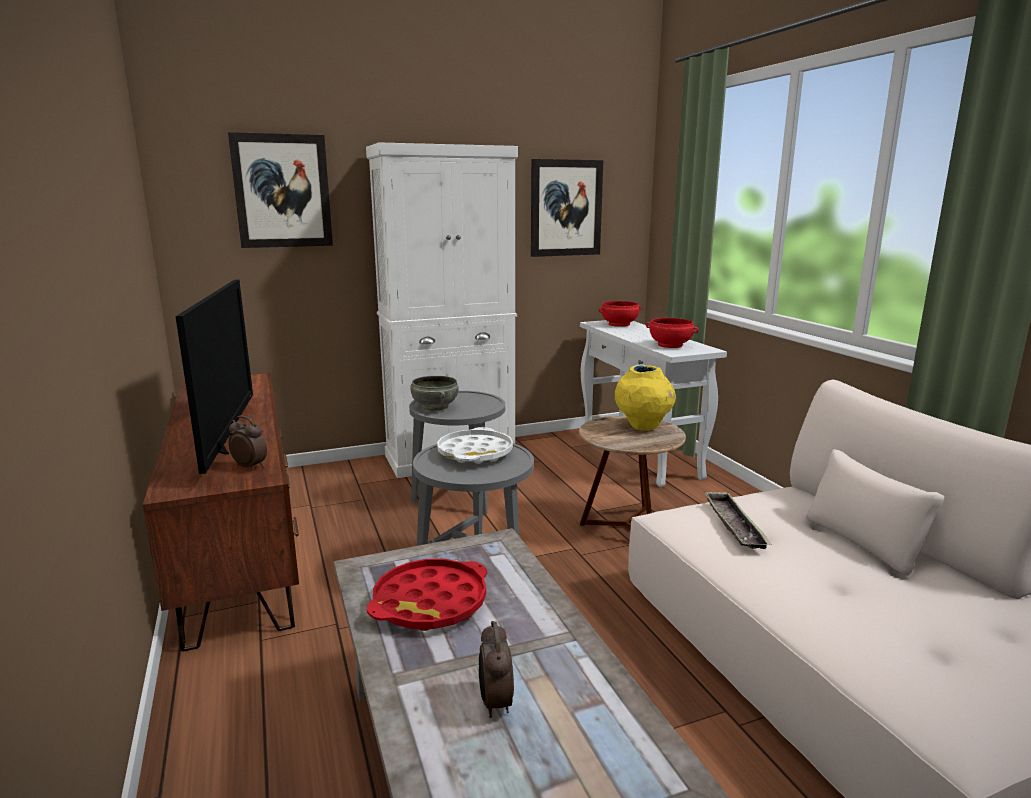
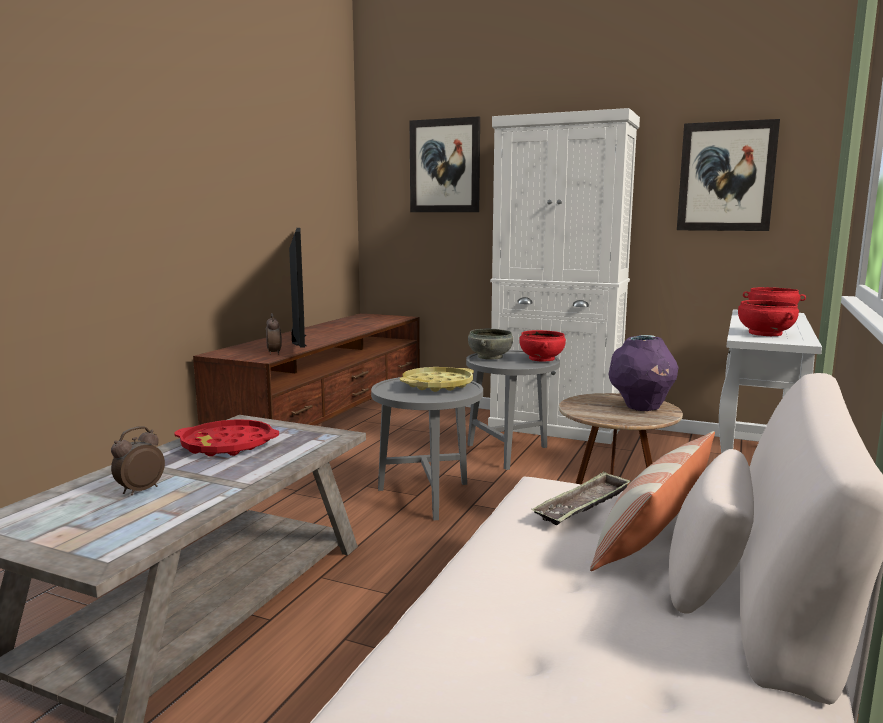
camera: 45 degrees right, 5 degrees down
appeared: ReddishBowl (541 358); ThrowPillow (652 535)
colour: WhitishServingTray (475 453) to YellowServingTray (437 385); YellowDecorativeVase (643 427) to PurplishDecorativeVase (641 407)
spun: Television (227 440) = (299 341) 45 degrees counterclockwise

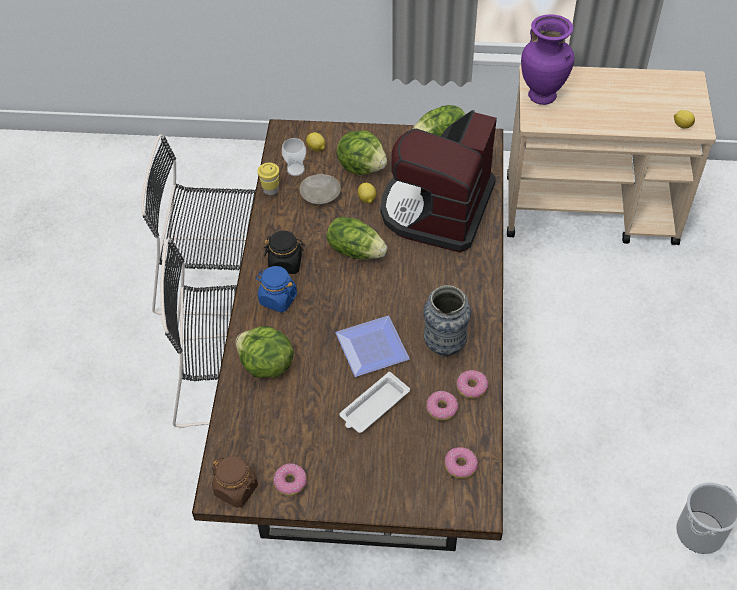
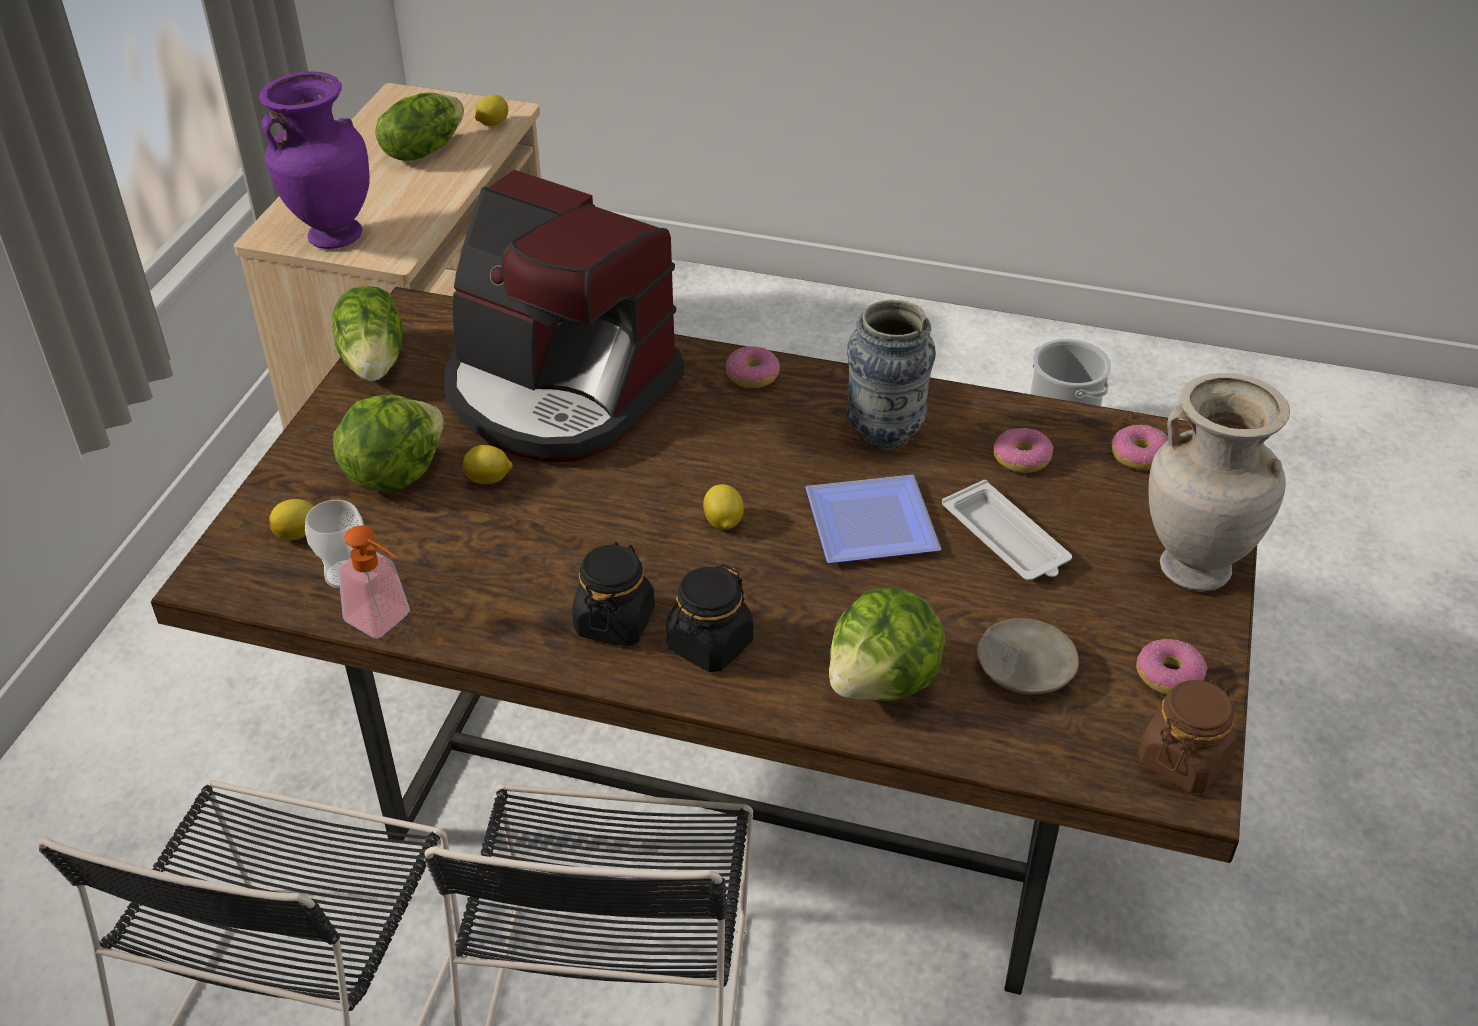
camera: 80 degrees left, 10 degrees down
appeared: WholeLemon (723 523); SandColouredDecorativeVase (1194 568)
relocated: LettuceHead (356 250) to (422 150); Donut (471 388) to (752 375); SandColouredDinnerPlate (321 194) to (1024 668)
exchanged: YellowCup (270 190) to SoapBottle (385 622)
colour: BlueStorageJar (277 299) to BlackStorageJar (709 645)

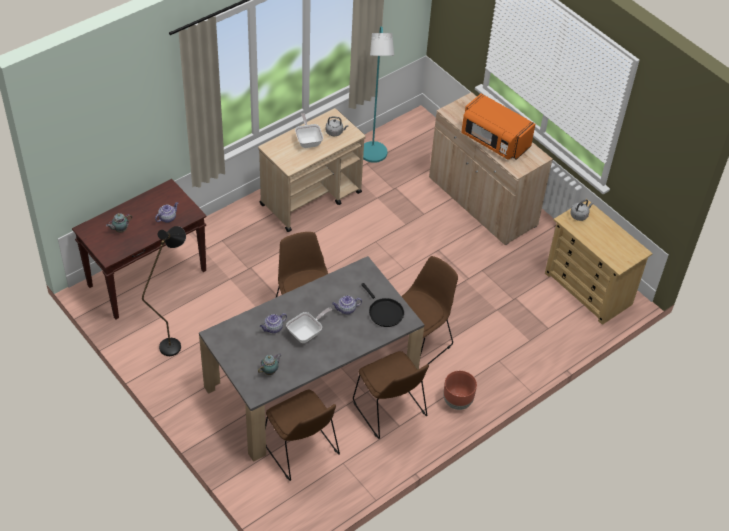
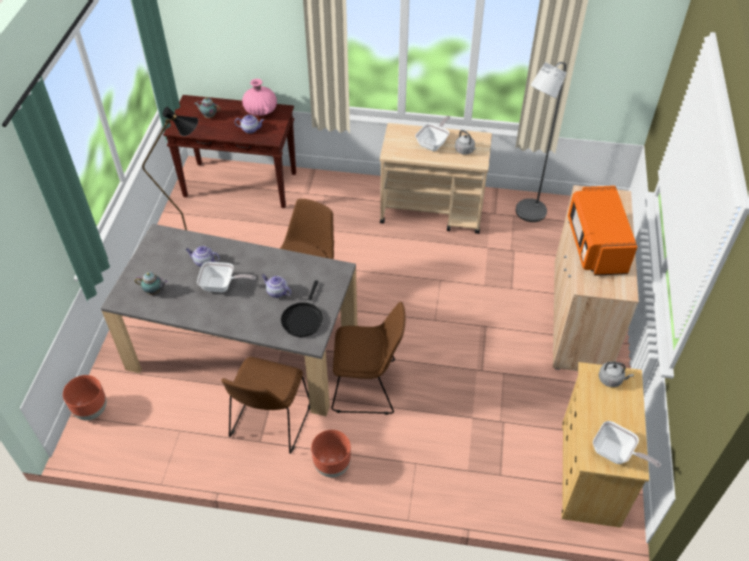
camera: 50 degrees right, 0 degrees up
missing: BrownColouredPlainChair (302 450)
appeared: BrownColouredPlantPot (91 410); PinkishDecorativeVase (260 111); FryingPan (616 454)
colour: BlueGreenStandingLamp (373 156) to GrayStandingLamp (527 214)

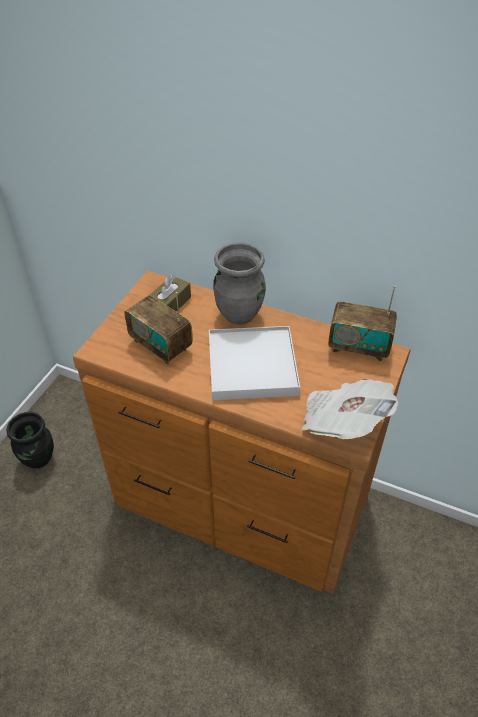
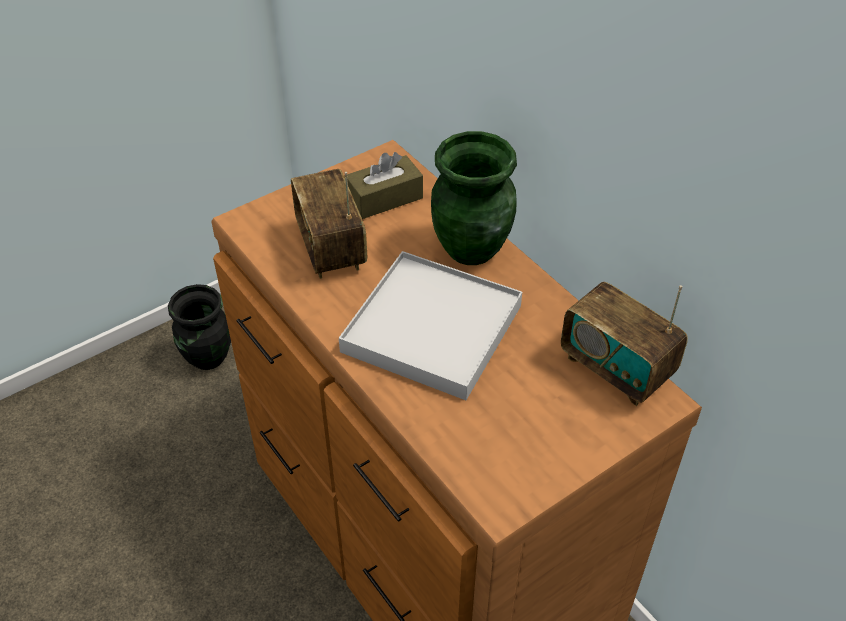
camera: 30 degrees right, 0 degrees up
missing: Newspaper (343 421)
colour: GrayDecorativeVase (239 314) to GreenishDecorativeVase (472 248)

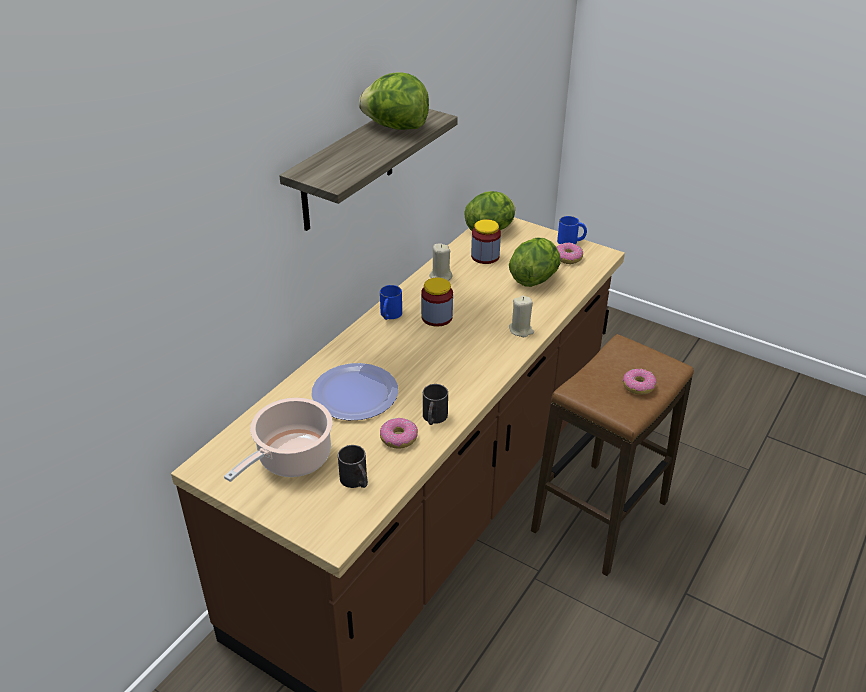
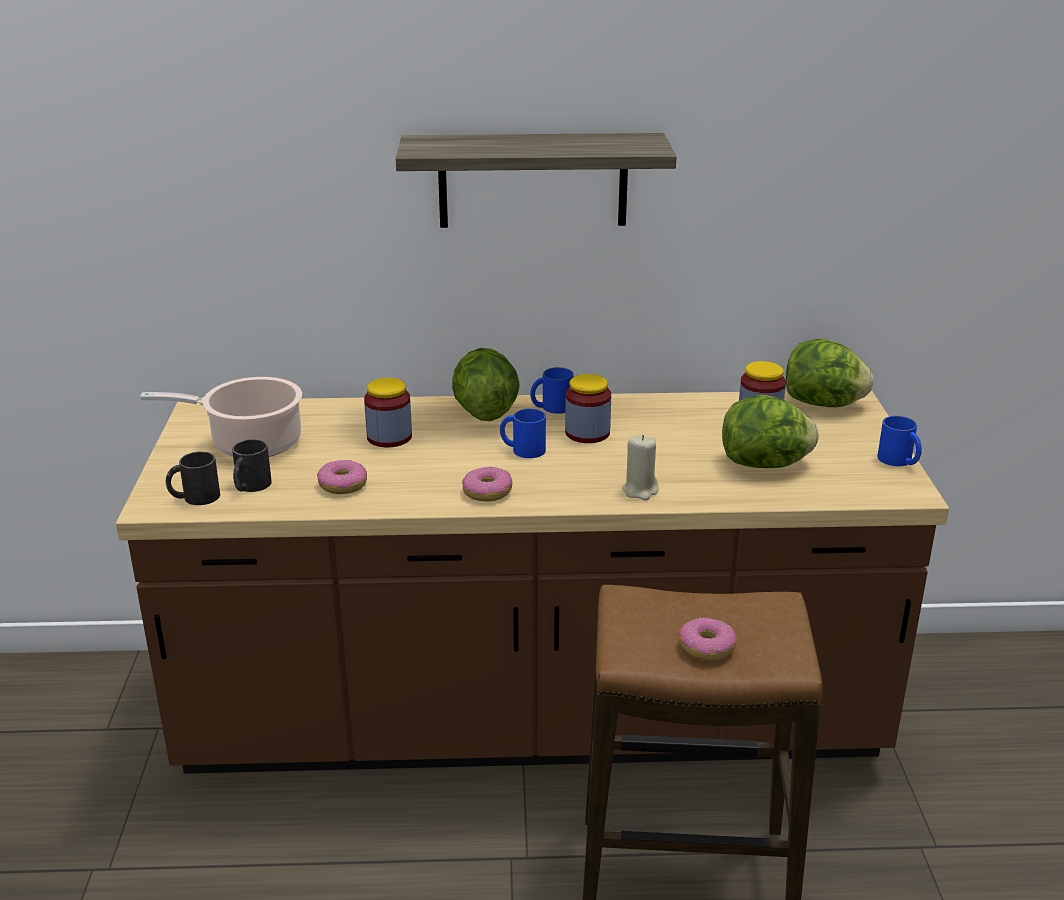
camera: 55 degrees right, 10 degrees down
missing: SandColouredWaxCandle (440 276)
appeared: BlueTeaMug (522 449)
relocated: BlackTeaMug (433 418) to (194 497); LettuceHead (396 127) to (484 412); Donut (568 258) to (487 492)
exchanged: DinnerPlate (354 393) to StorageJar (389 437)

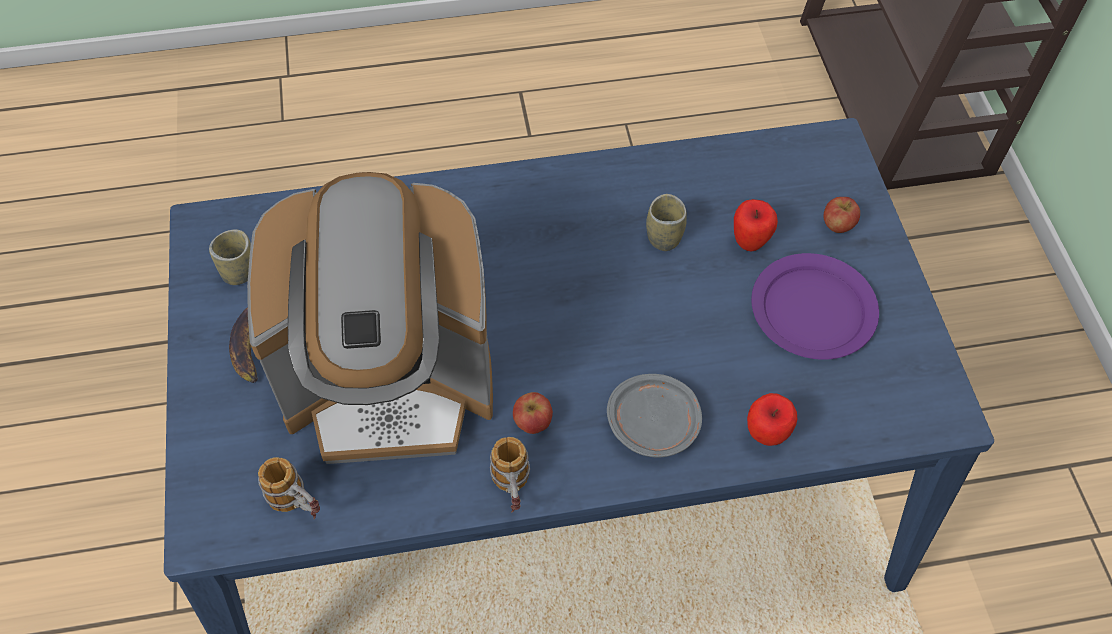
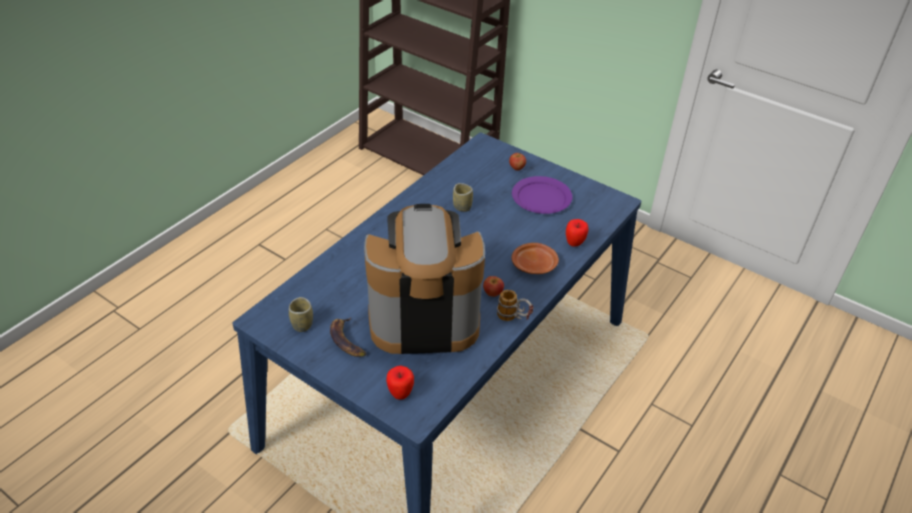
camera: 45 degrees left, 15 degrees down
missing: TeaMug (299 505)
relocated: AppleFruit (749 242) to (400 394)
colour: GrayDinnerPlate (654 423) to BrownColouredDinnerPlate (534 265)
spun: CoffeeMaker (392 385) = (423 318) 135 degrees counterclockwise

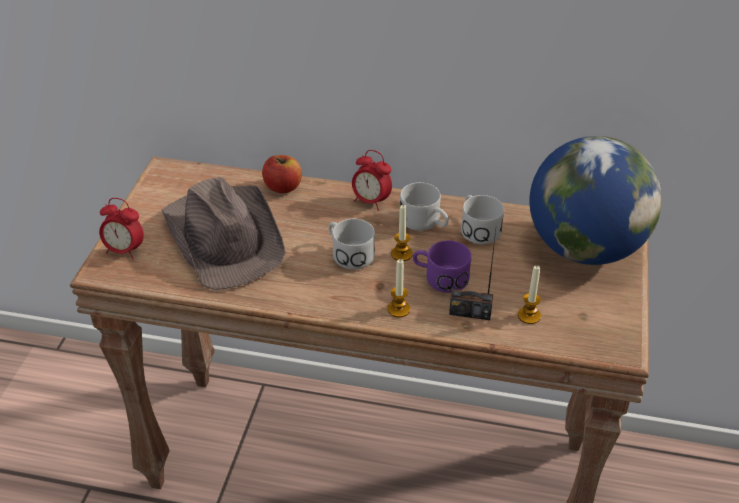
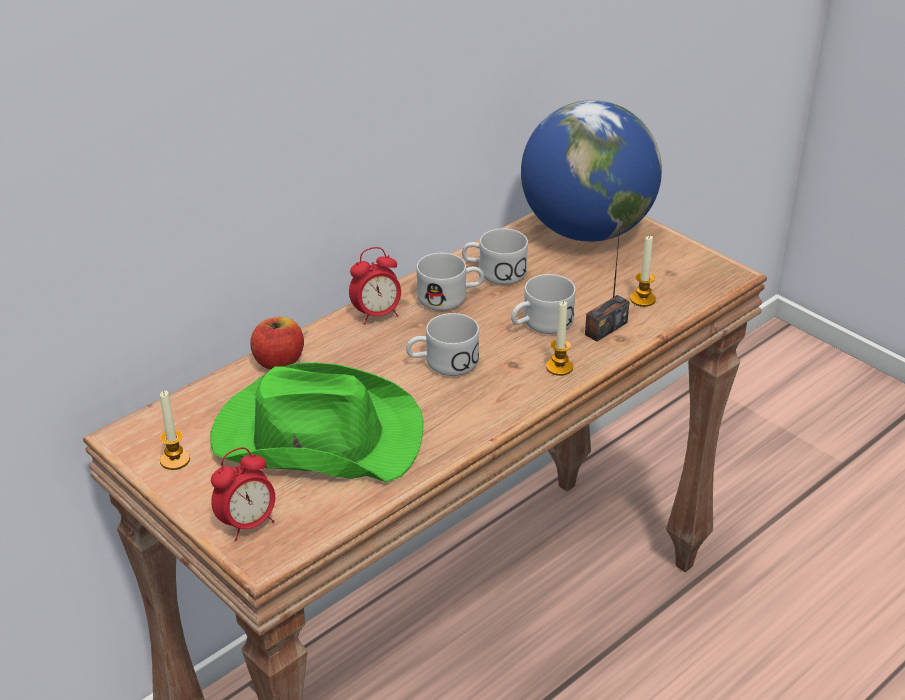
camera: 55 degrees left, 5 degrees down
relocated: WaxCandle (401 254) to (175 460)
colour: BrownColouredWearableHat (225 236) to GreenishWearableHat (315 435); PurplishTeaMug (439 277) to WhitishTeaMug (540 324)

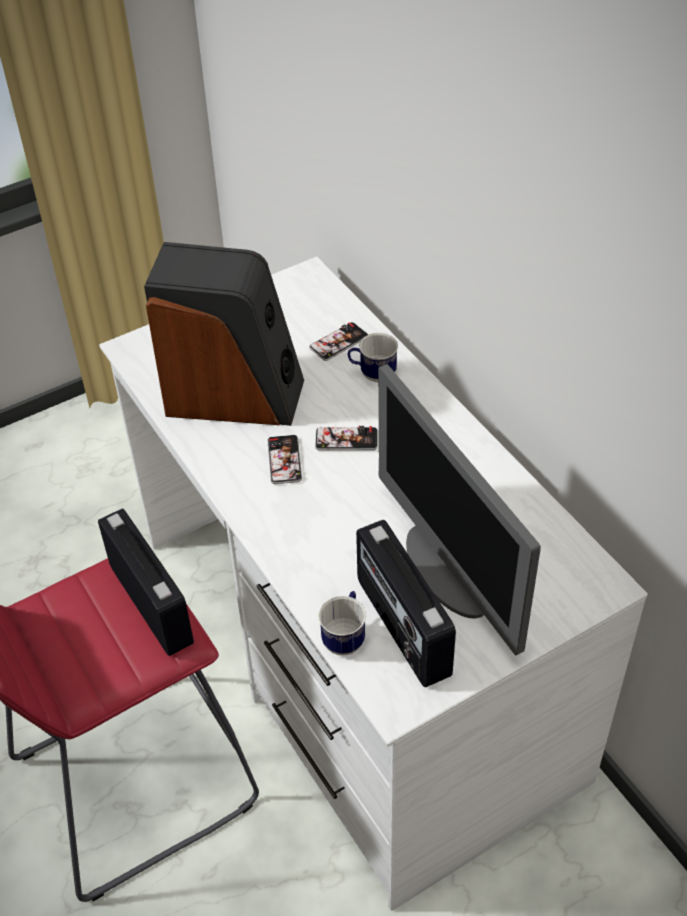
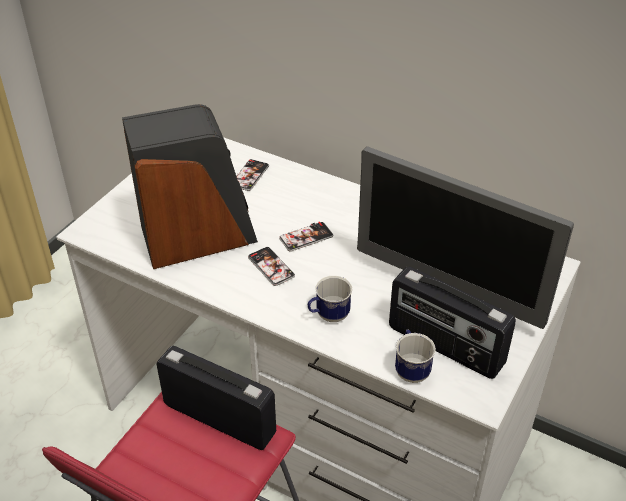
camera: 30 degrees left, 5 degrees down
relocated: TeaMug (372 374) to (328 316)

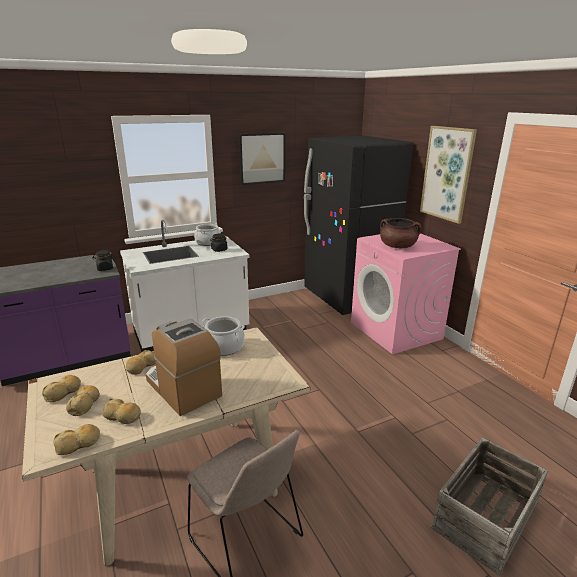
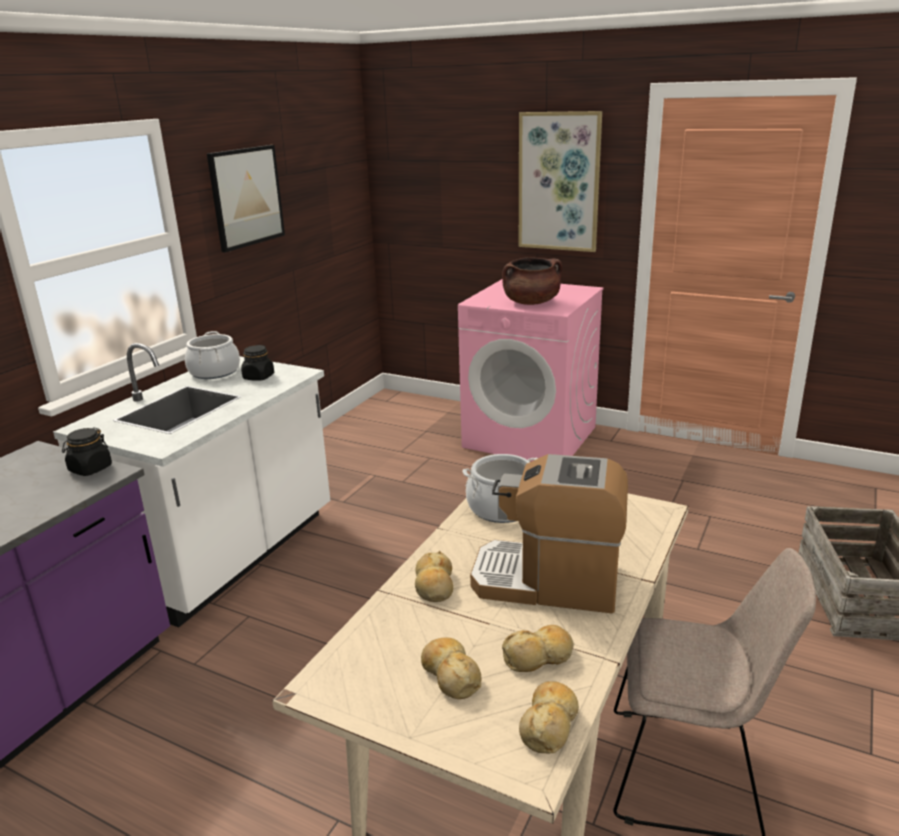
camera: 35 degrees left, 0 degrees up
missing: BakedBread (63 392); BlackKitchenFridge (347 298)

